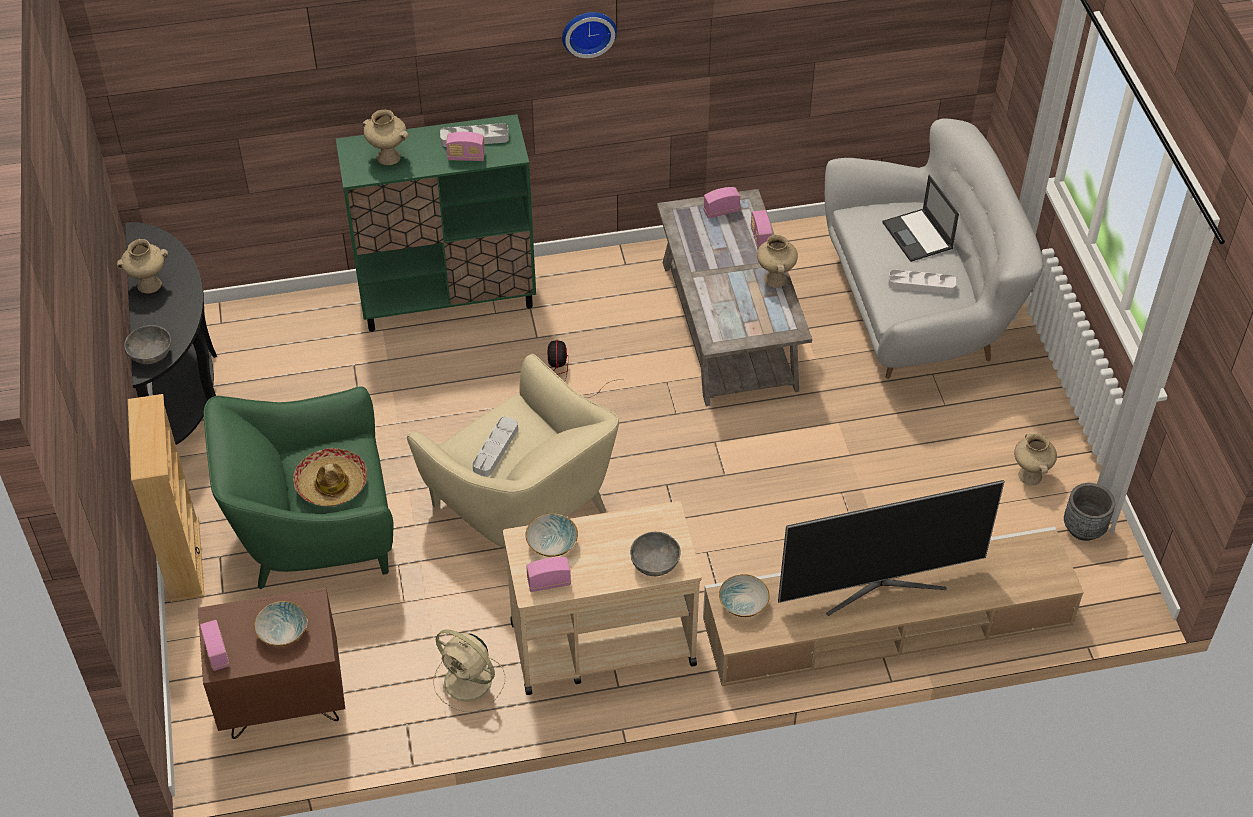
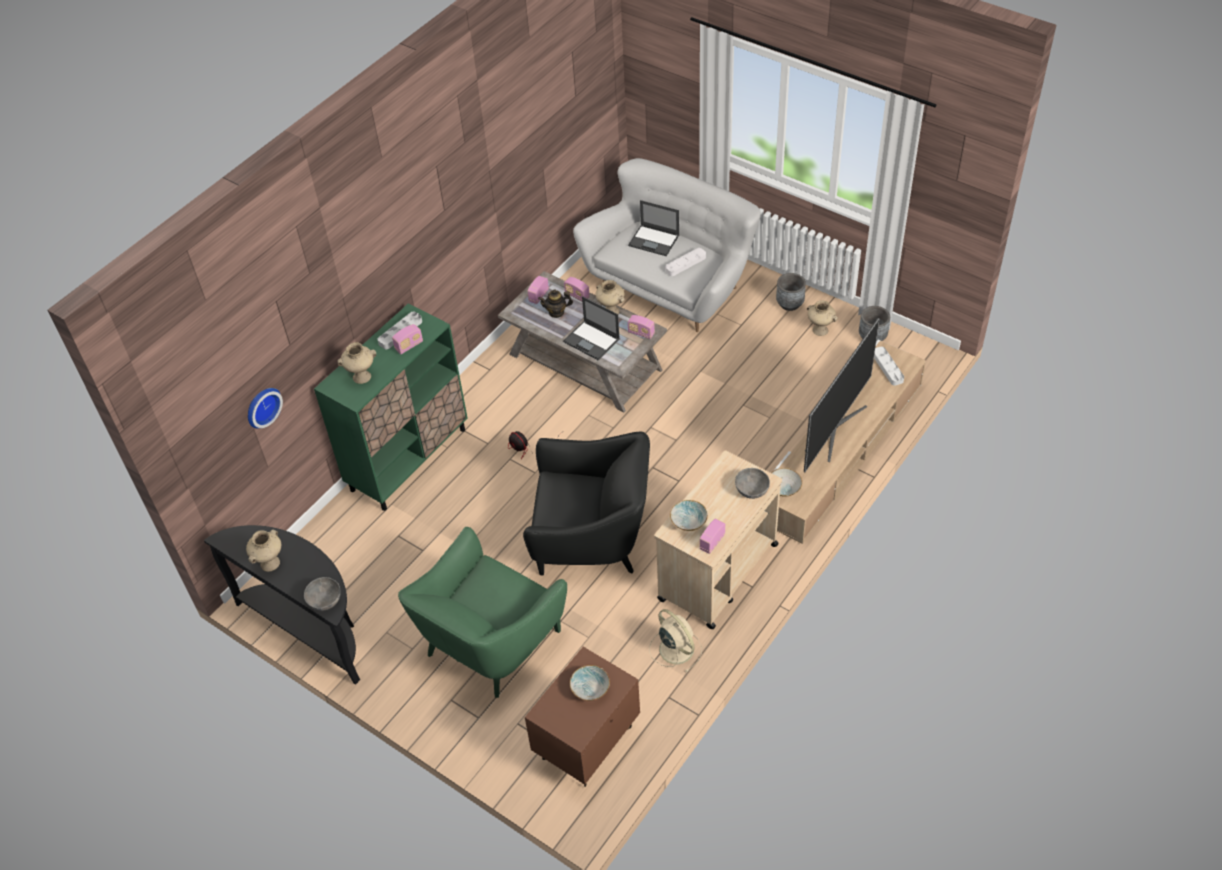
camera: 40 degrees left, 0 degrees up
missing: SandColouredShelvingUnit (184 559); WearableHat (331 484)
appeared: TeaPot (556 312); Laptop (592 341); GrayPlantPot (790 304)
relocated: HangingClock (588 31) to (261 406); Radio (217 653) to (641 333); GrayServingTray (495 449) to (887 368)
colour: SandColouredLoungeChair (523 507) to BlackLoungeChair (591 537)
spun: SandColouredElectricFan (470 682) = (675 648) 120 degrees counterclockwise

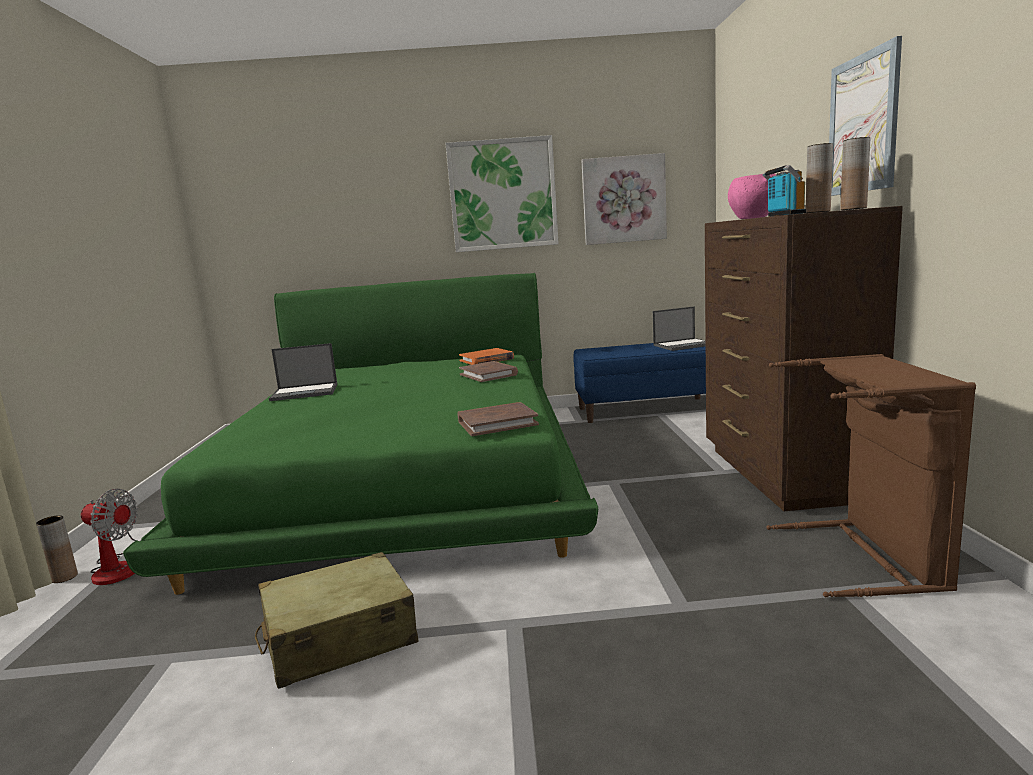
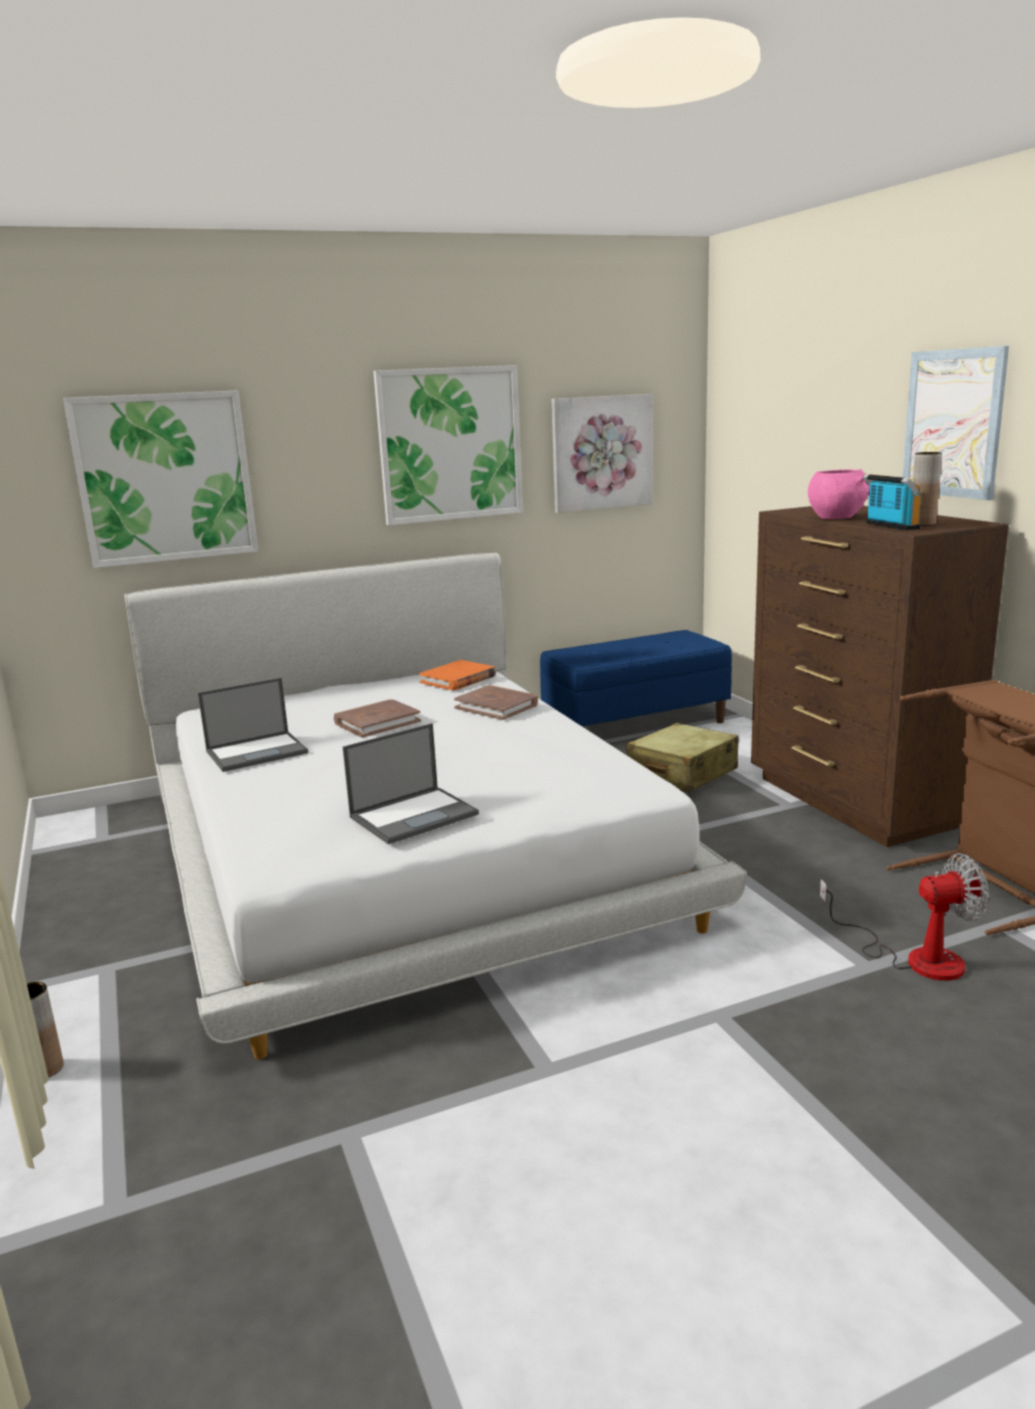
camera: 20 degrees left, 5 degrees up
missing: BrownColouredDecorativeVase (853 209)
appeared: WallArt (165 478)
relocated: BrownColouredBook (497 423) to (377 722); Laptop (684 345) to (415 815); SandColouredTravelCase (339 638) to (682 774); ElectricFan (117 567) to (915 957)
colour: GreenishSleepingBed (405 475) to WhitishSleepingBed (403 851)

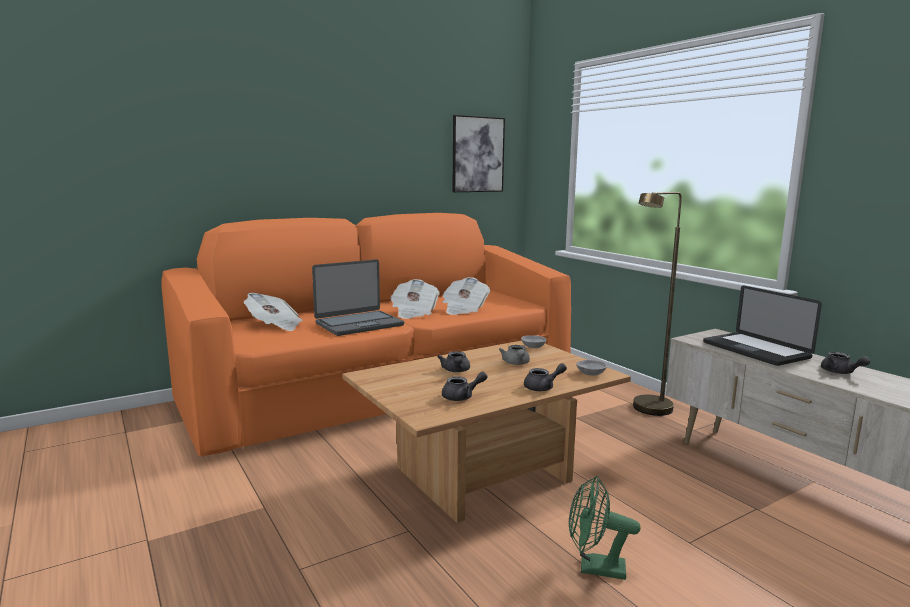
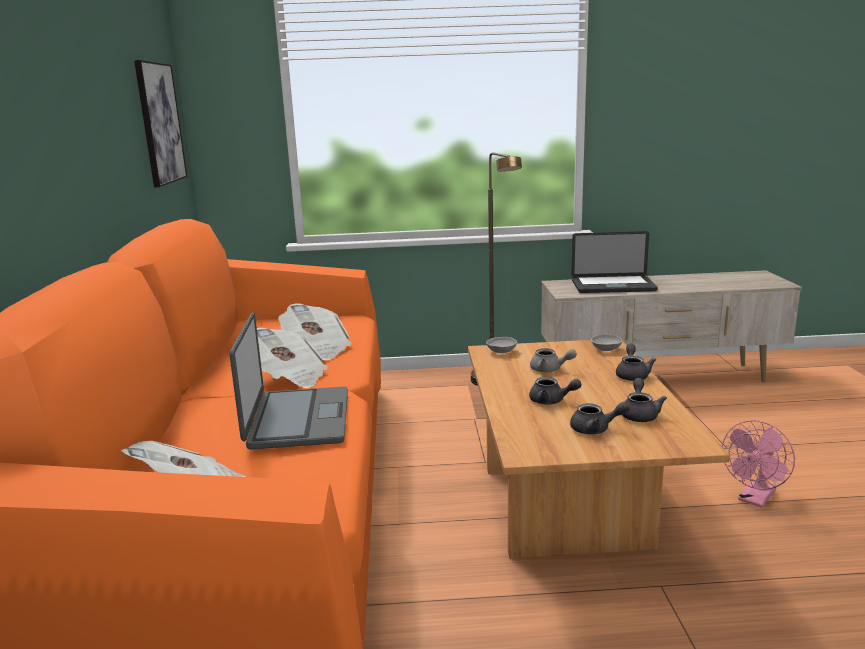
camera: 60 degrees left, 5 degrees up
relocated: GrayTeaPot (840 372) to (595 429)
colour: GreenishElectricFan (594 568) to PinkishElectricFan (755 499)

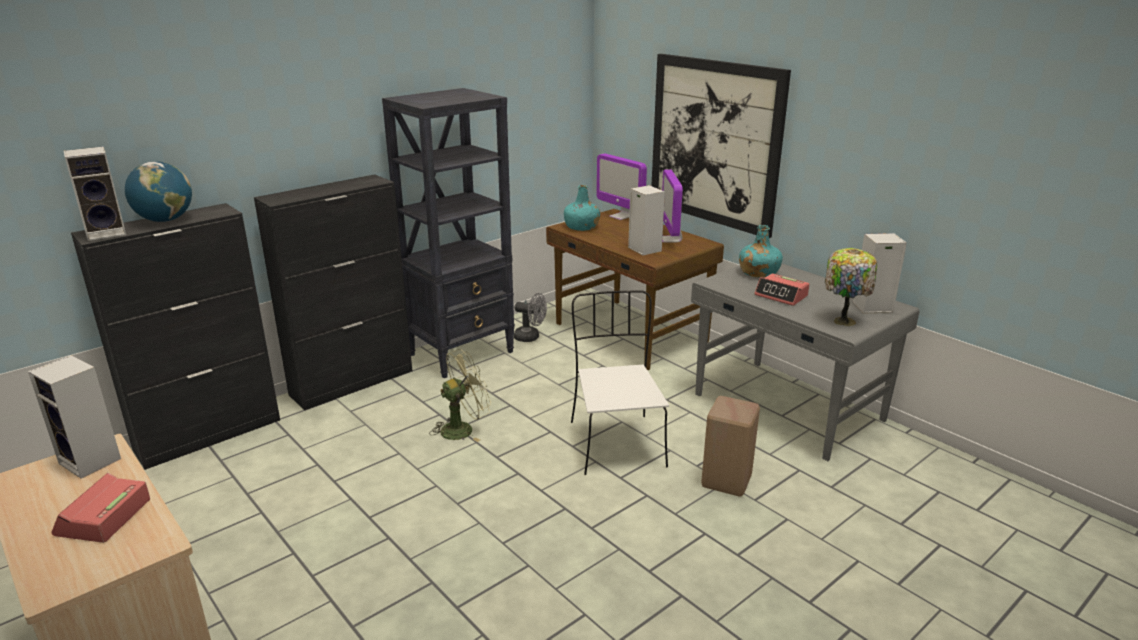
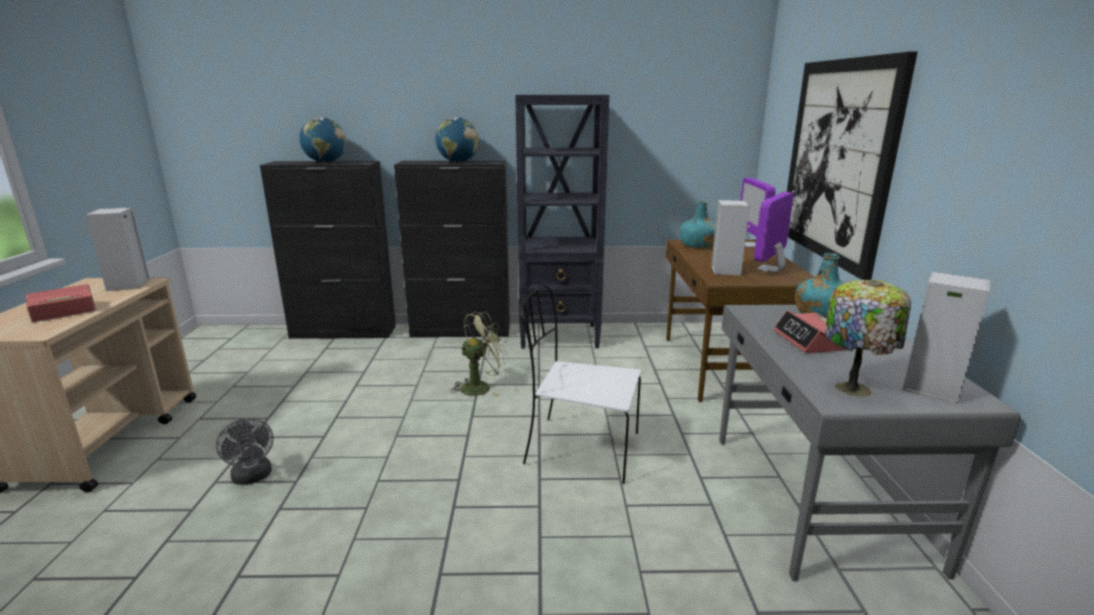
camera: 40 degrees right, 5 degrees down
missing: AudioSpeaker (107 233); SandColouredStoolSeat (724 481)
appeared: WorldGlobe (458 162)
relocated: GrayElectricFan (530 337) to (253 477)
spun: GreenishElectricFan (463 428) = (480 386) 45 degrees counterclockwise; WhitishPlainChair (615 442) = (579 448) 105 degrees counterclockwise

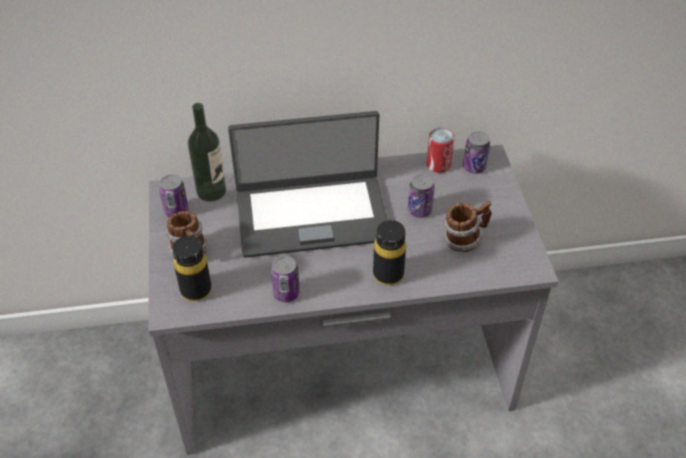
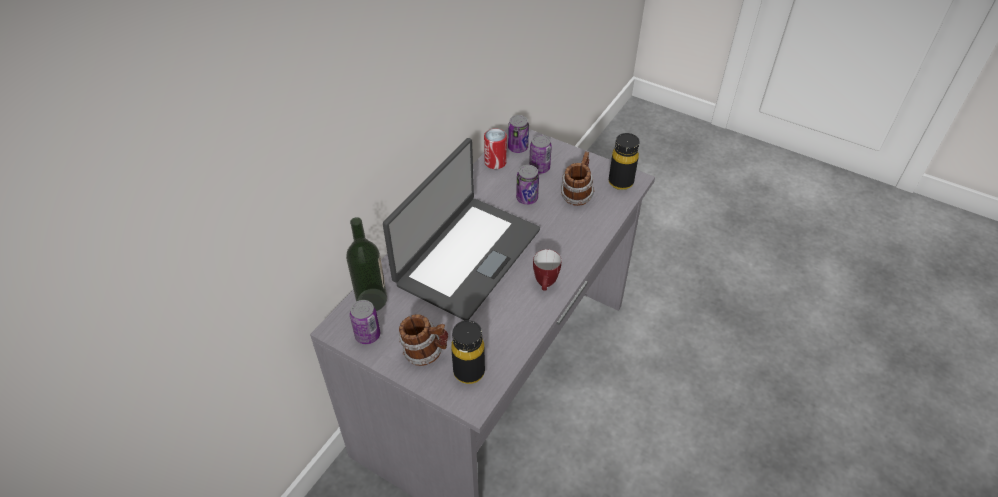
camera: 50 degrees left, 0 degrees up
appeared: TeaMug (545 285)
relocated: SealedCan (286 293) to (539 168); BlackBottle (388 274) to (620 182)

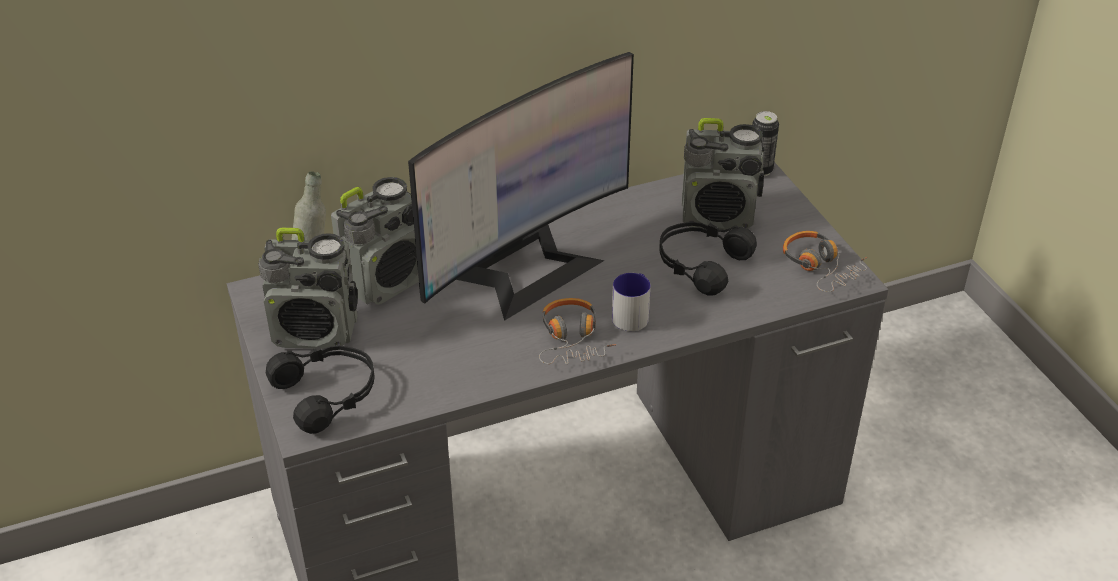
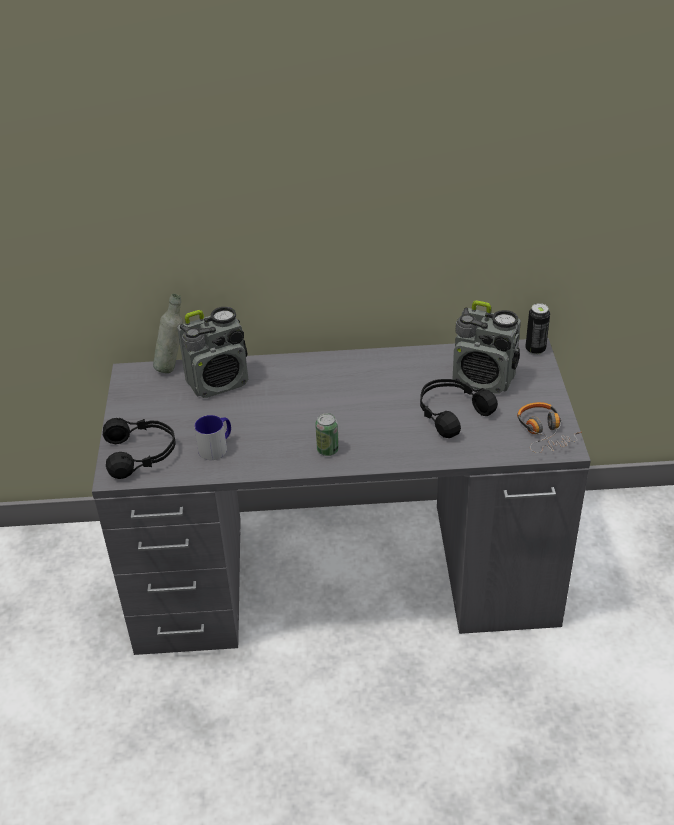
camera: 20 degrees right, 0 degrees up
missing: Radio (316 332); ComputerScreen (526 268)
relocated: TeaMug (632 314) to (217 447)
exchanged: PairOfHeadphones (572 339) to SealedCan (327 450)

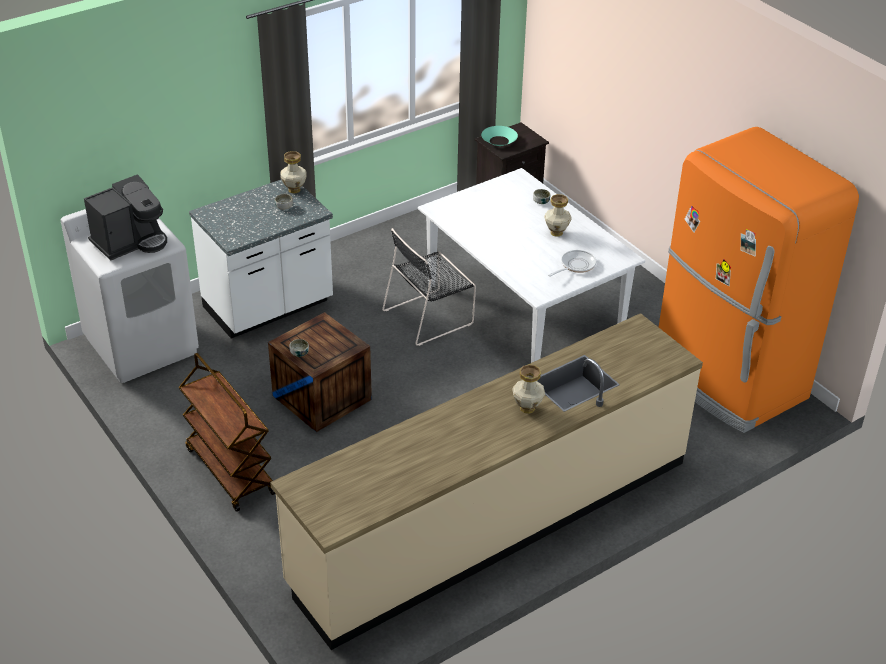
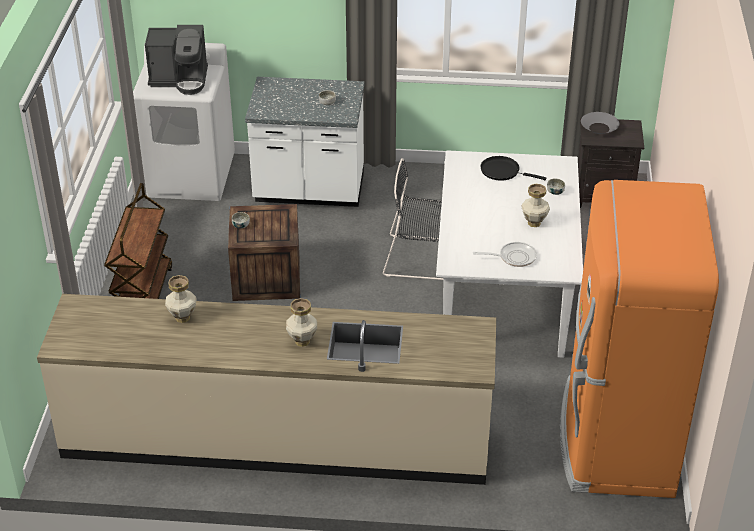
camera: 40 degrees right, 0 degrees up
appeared: BlackFryingPan (503 171)
relocated: DecorativeVase (294 189) to (183 317)
colour: BlueGreenBowl (499 141) to GrayBowl (599 128)

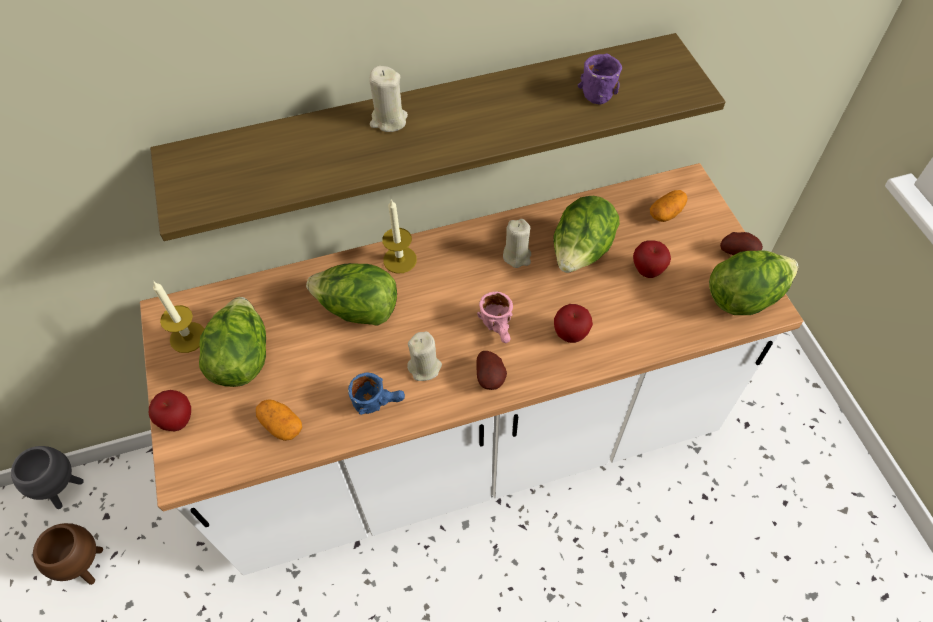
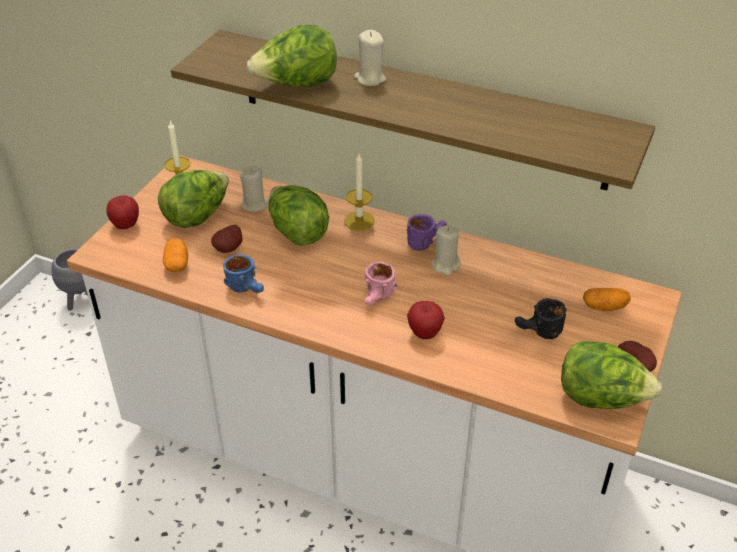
camera: 40 degrees right, 15 degrees down
missing: BrownColouredPlantPot (88 566)
relocated: Potato (491 377) to (230 249); SandColouredWaxCandle (425 367) to (255 204); LettuceHead (581 253) to (296 85); PurplishTeaMug (597 88) to (425 240)
exchanged: AppleFruit (647 271) to BlackTeaMug (538 333)

